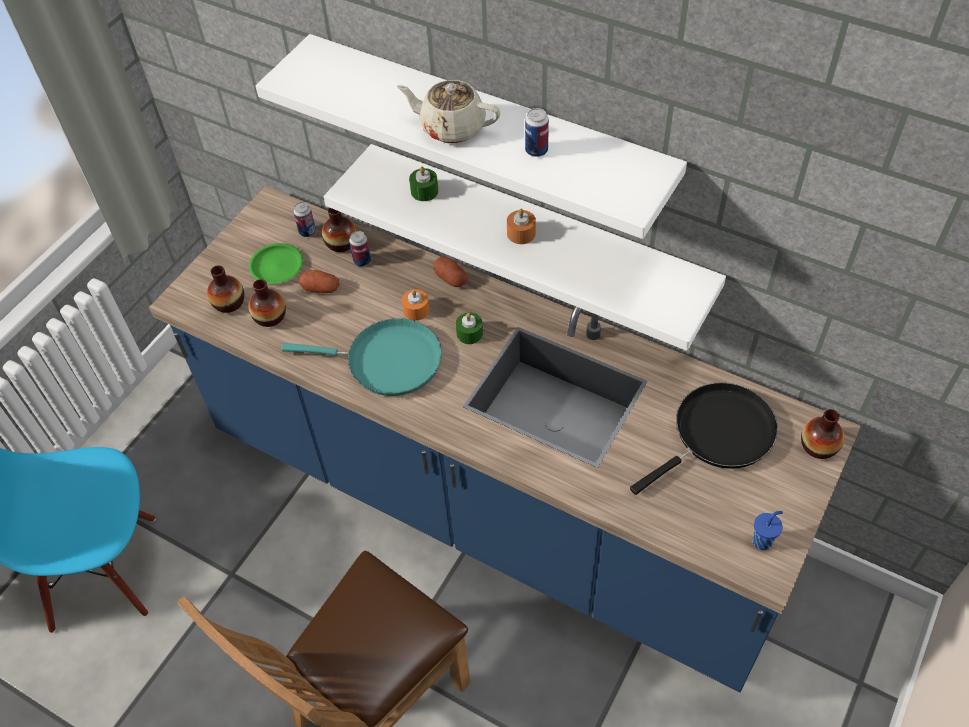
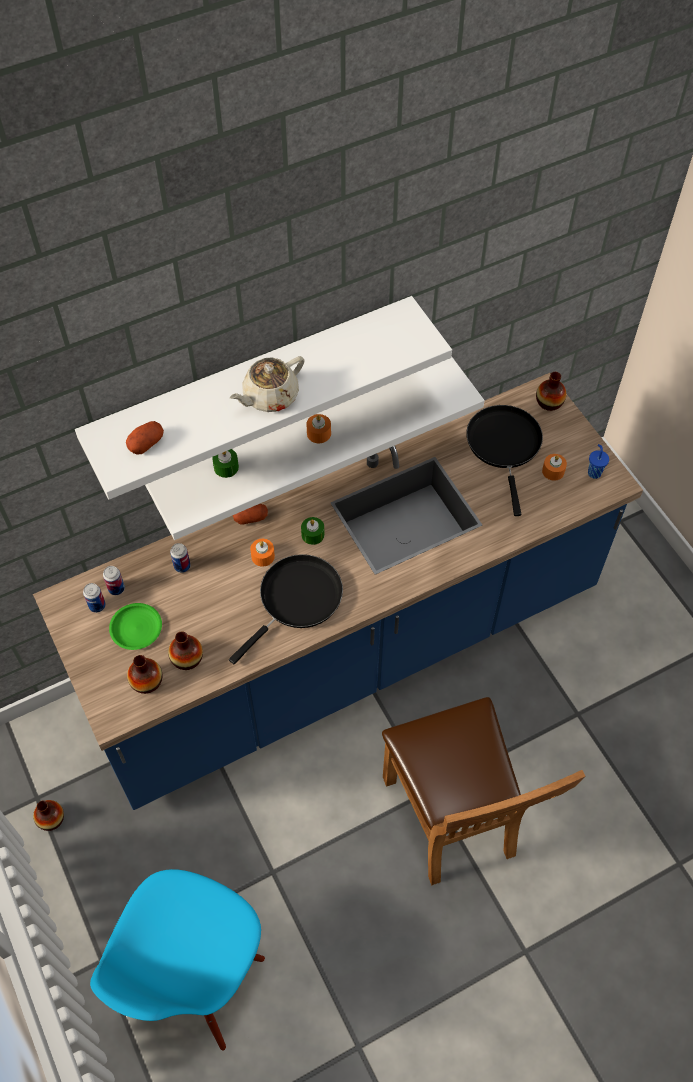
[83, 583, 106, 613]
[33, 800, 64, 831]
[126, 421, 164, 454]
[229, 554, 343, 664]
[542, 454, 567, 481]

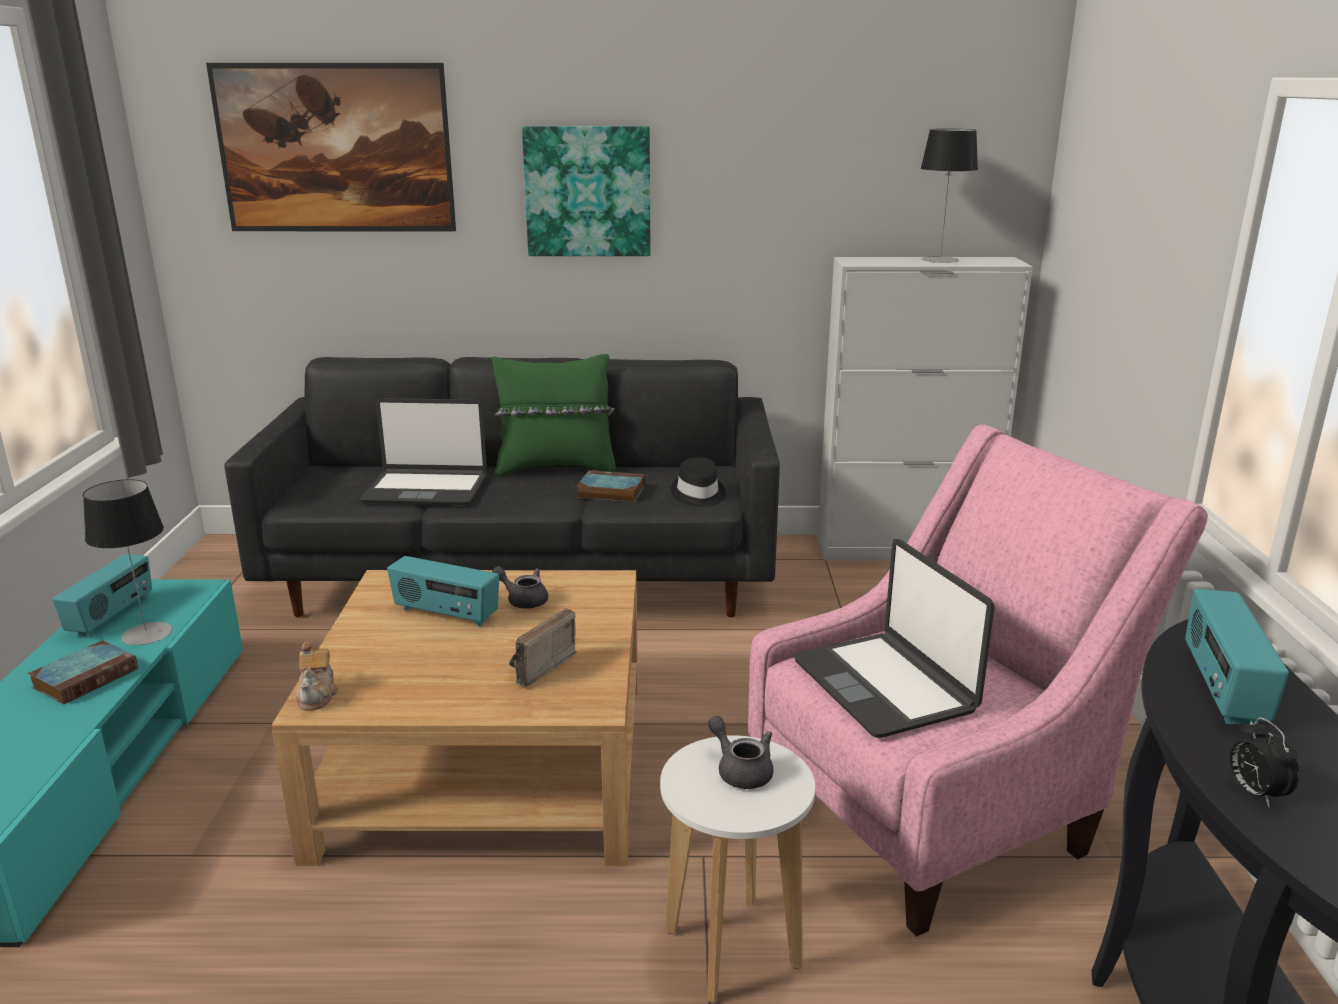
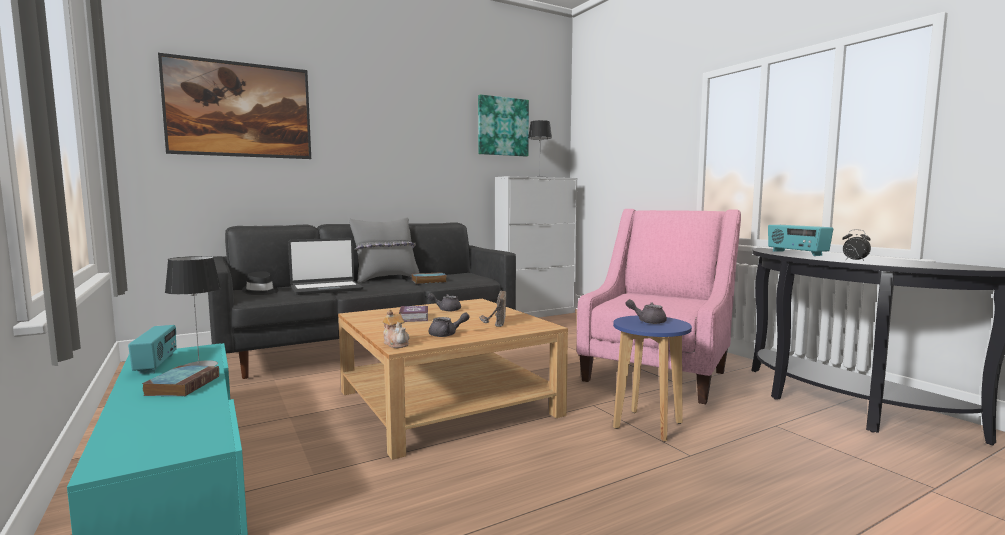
[478, 94, 529, 156]
[349, 218, 419, 283]
[242, 271, 279, 295]
[794, 539, 994, 738] (first image)
[399, 306, 428, 322]
[613, 315, 692, 442]
[429, 313, 470, 337]

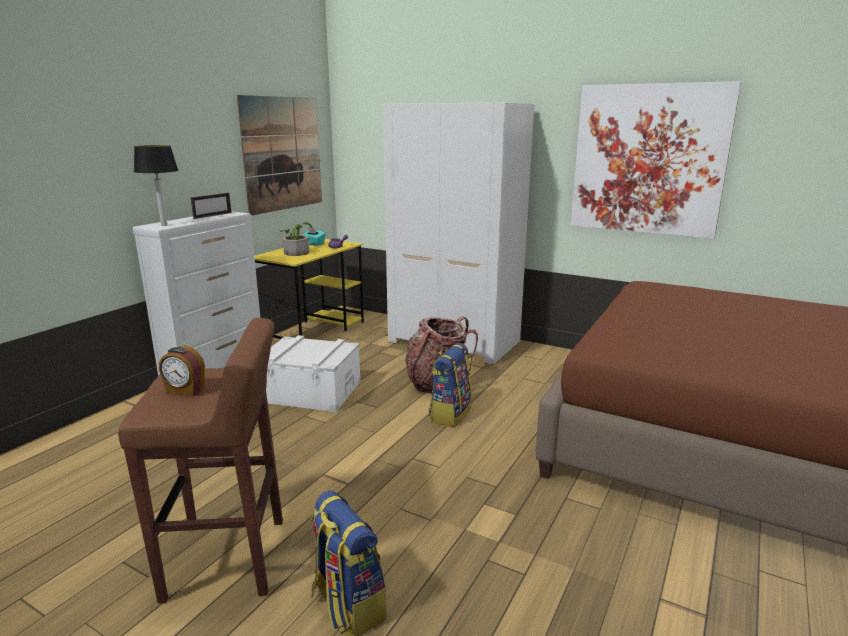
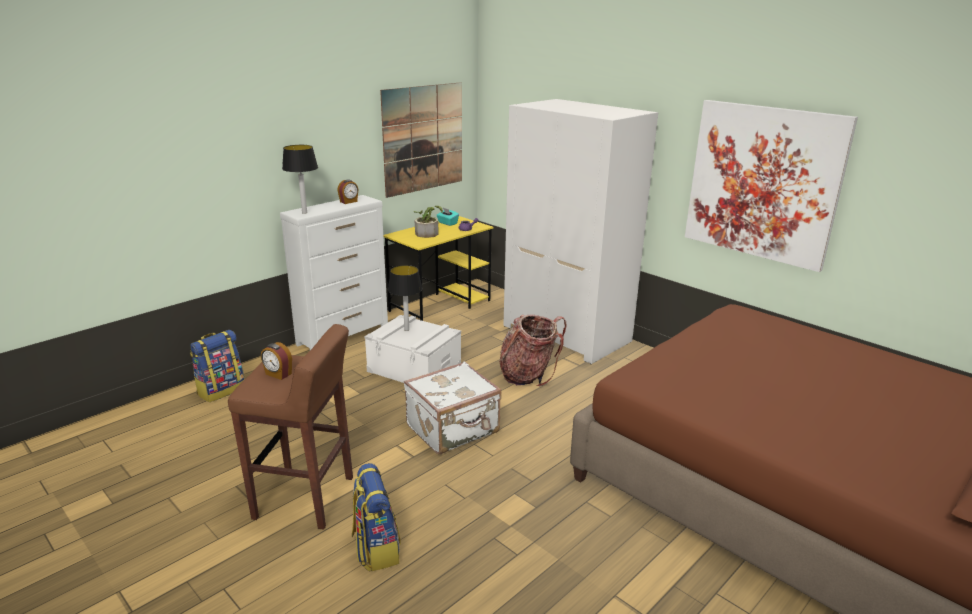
[337, 180, 359, 204]
[190, 330, 245, 402]
[388, 265, 423, 331]
[404, 362, 501, 454]

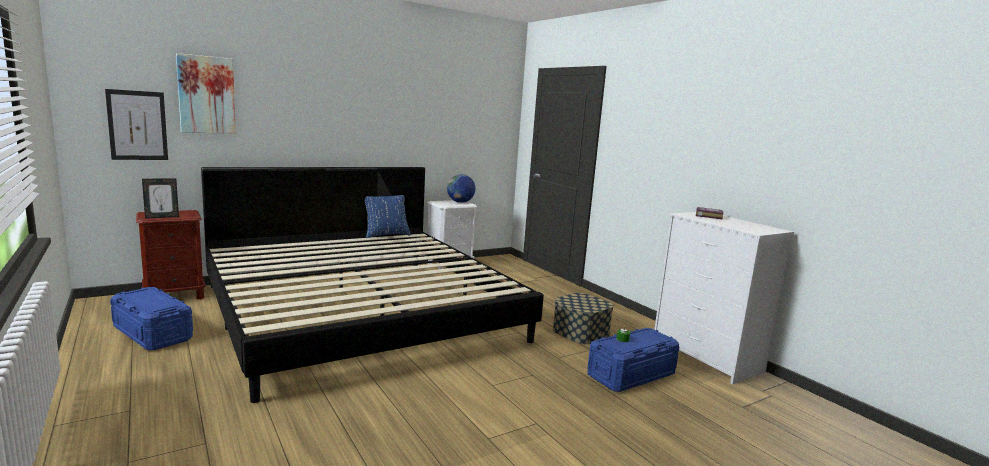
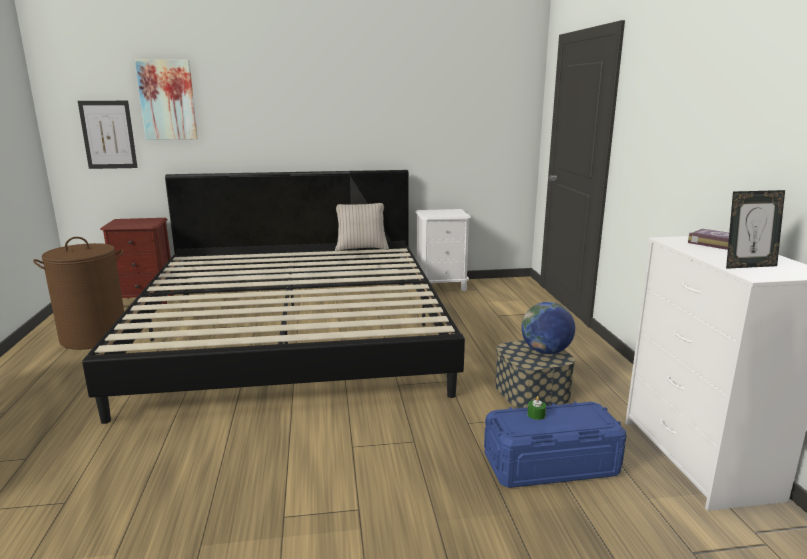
[521, 302, 575, 354]
[726, 190, 785, 269]
[335, 203, 389, 251]
[33, 237, 124, 350]

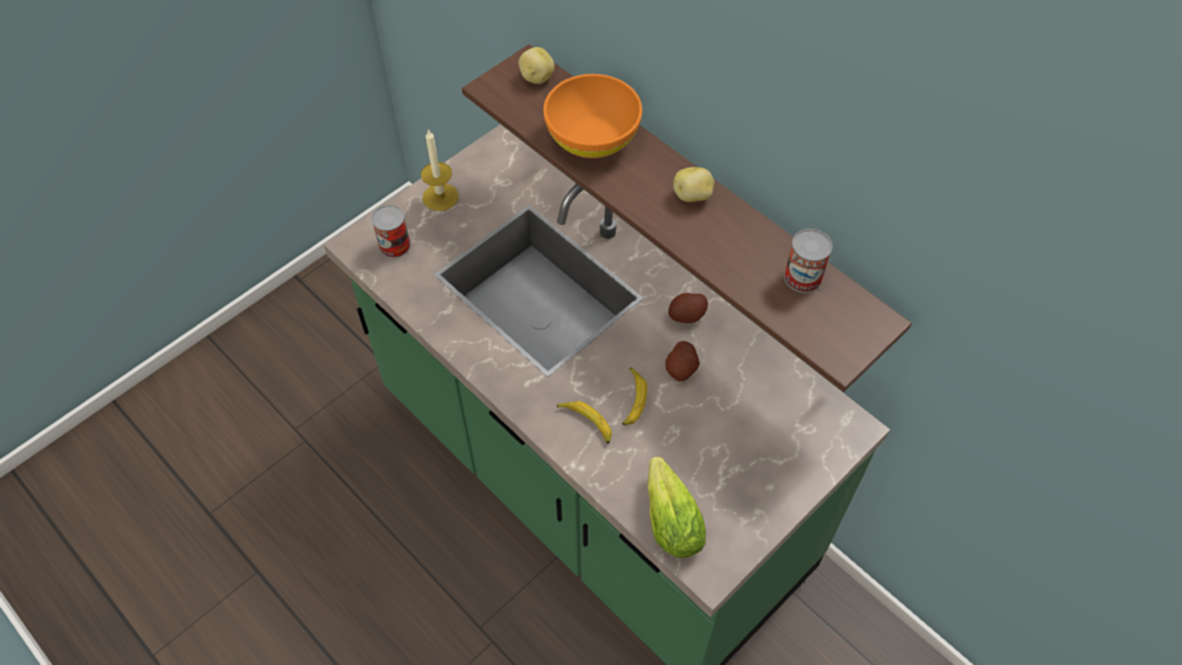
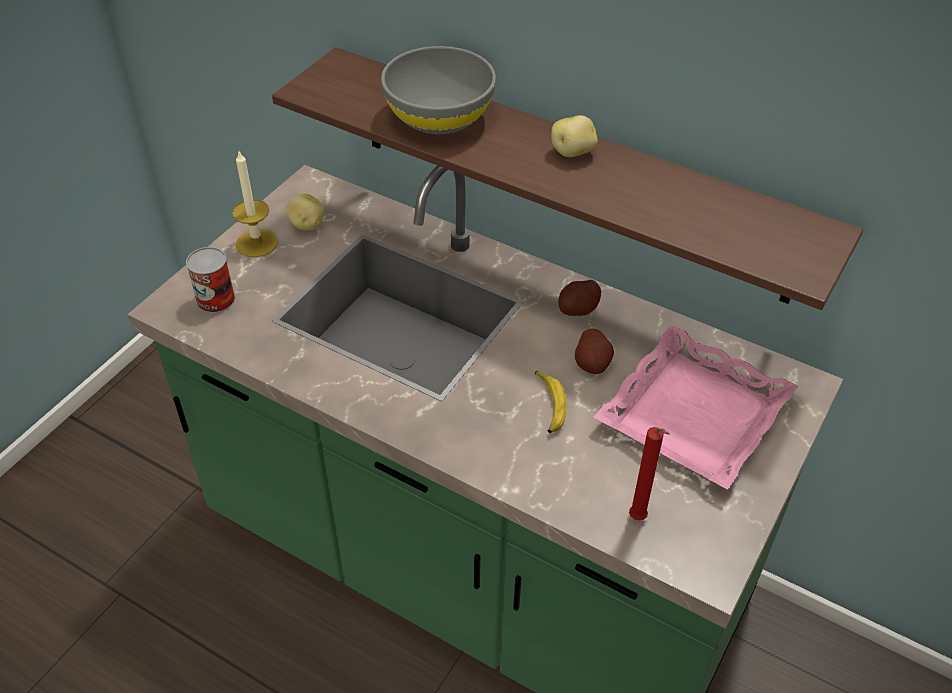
[285, 193, 324, 231]
[381, 46, 496, 134]
[784, 229, 832, 293] (first image)
[557, 401, 612, 443] (first image)
[629, 427, 670, 521]
[593, 325, 798, 490]

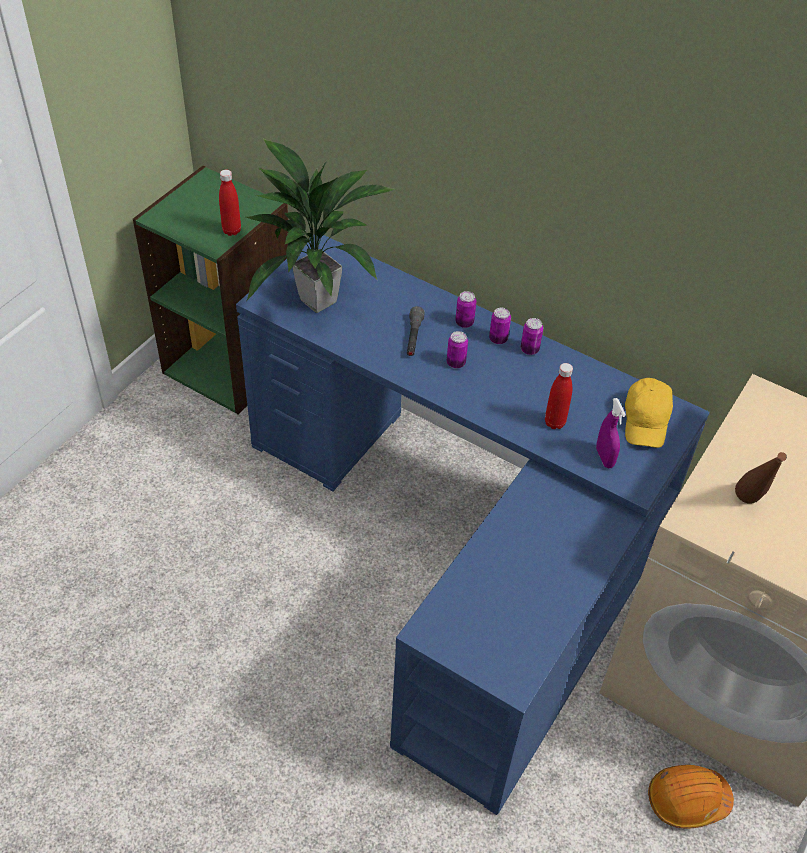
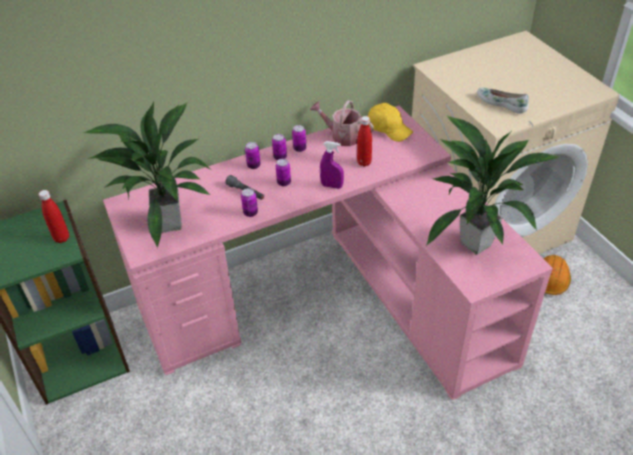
[103, 105, 553, 400]
[320, 141, 344, 189]
[477, 88, 529, 114]
[310, 100, 374, 146]
[426, 115, 561, 255]
[241, 188, 258, 217]

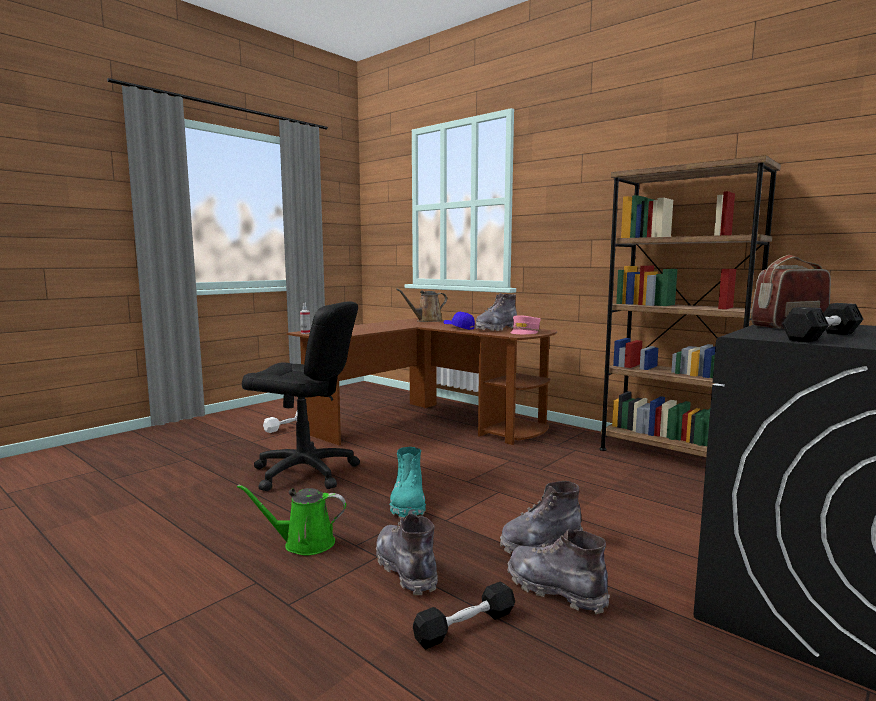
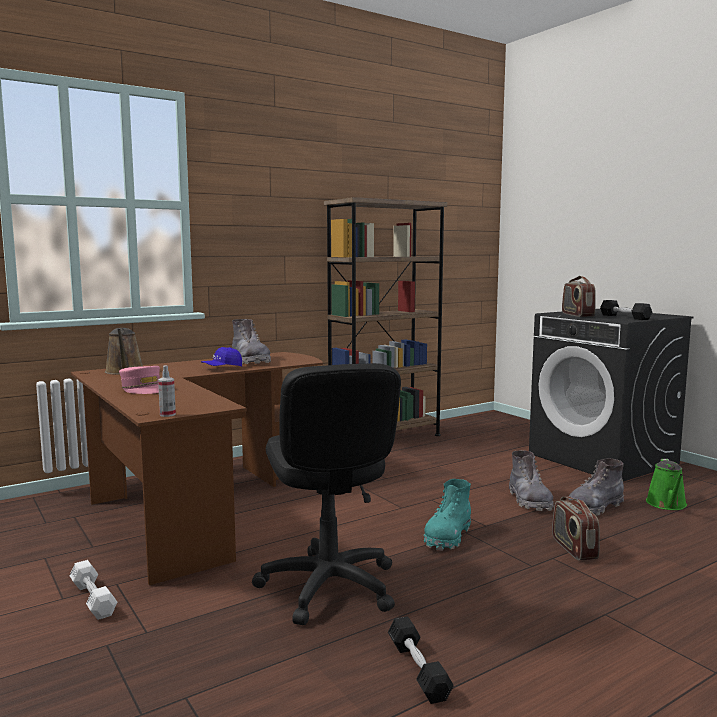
[252, 363, 401, 625]
[119, 366, 160, 394]
[423, 479, 471, 551]
[646, 459, 687, 510]
[552, 497, 600, 561]
[388, 616, 454, 704]

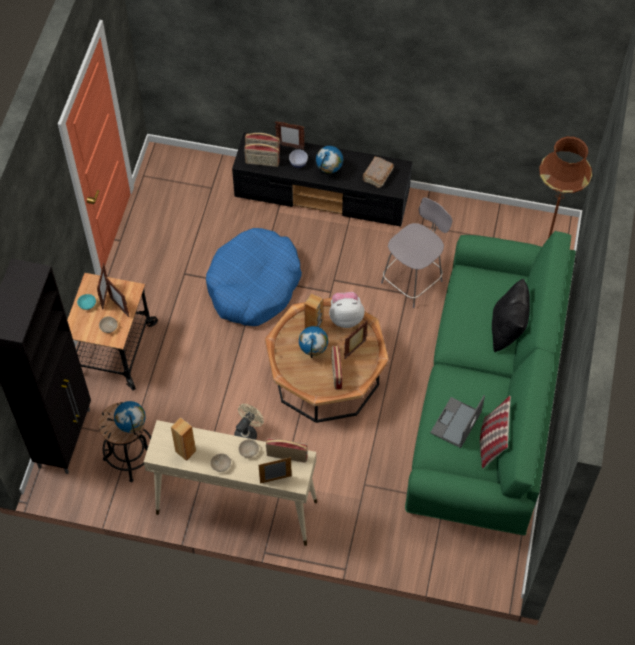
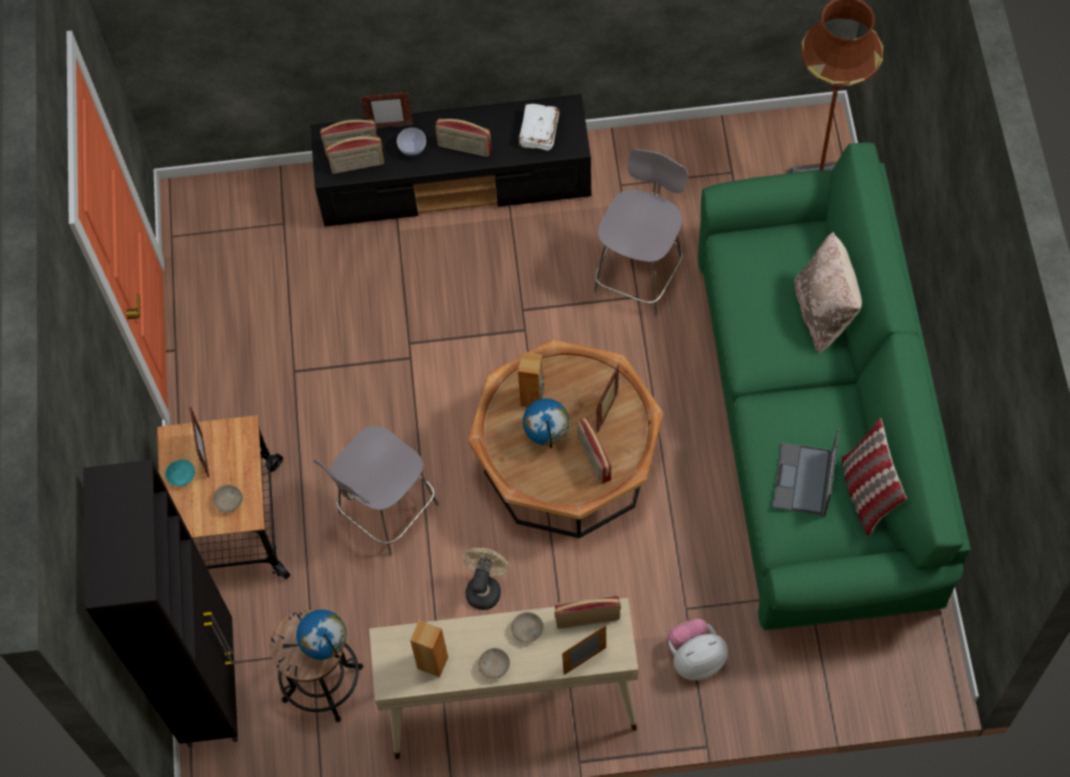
[435, 118, 492, 157]
[519, 104, 559, 151]
[206, 228, 302, 326] (first image)
[105, 277, 129, 317] (first image)
[794, 232, 862, 353]
[668, 619, 728, 680]
[314, 425, 439, 556]

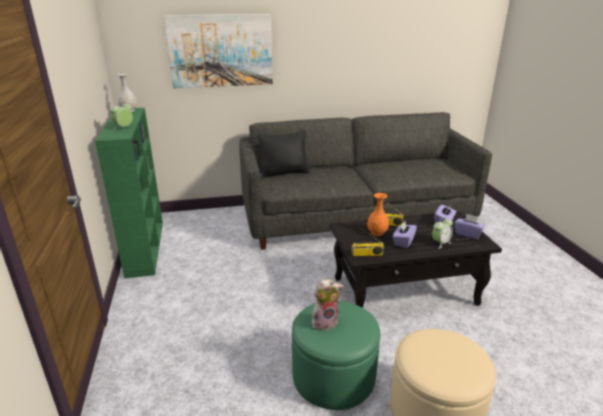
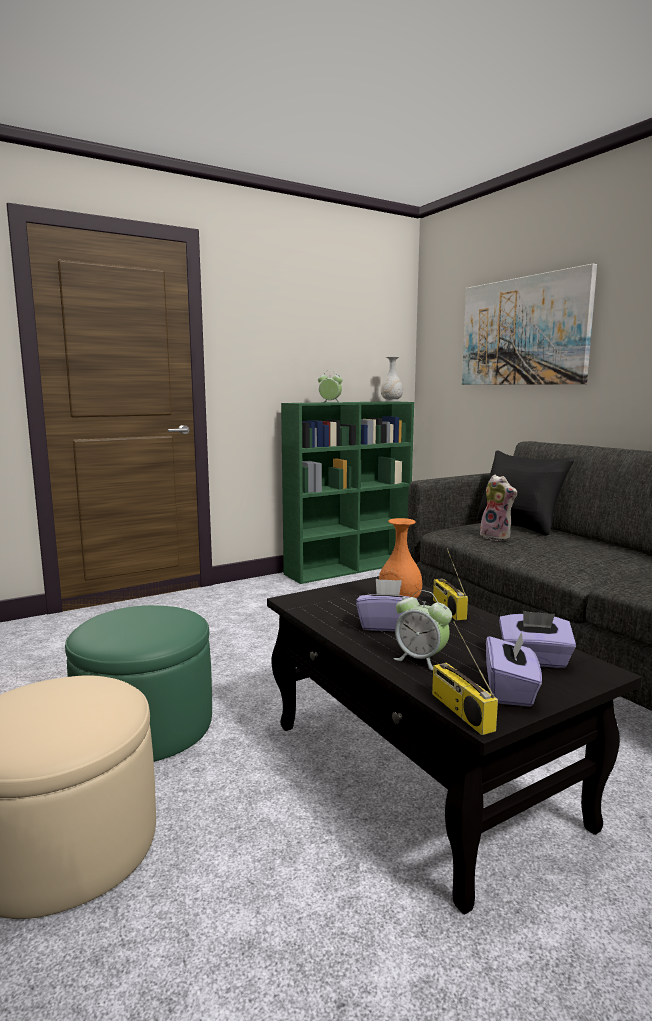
[432, 622, 498, 735]
[480, 475, 517, 541]

